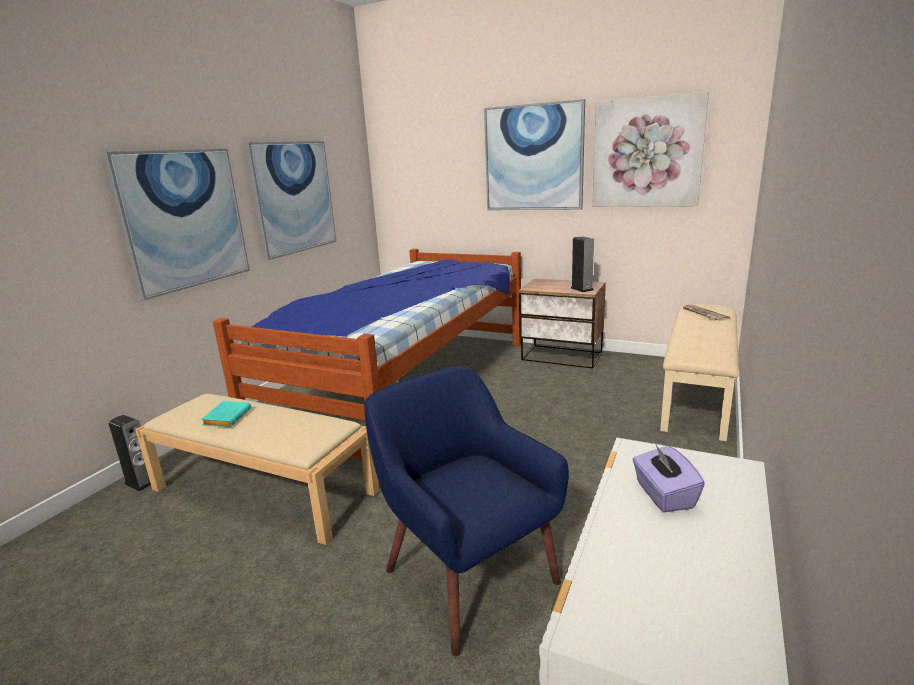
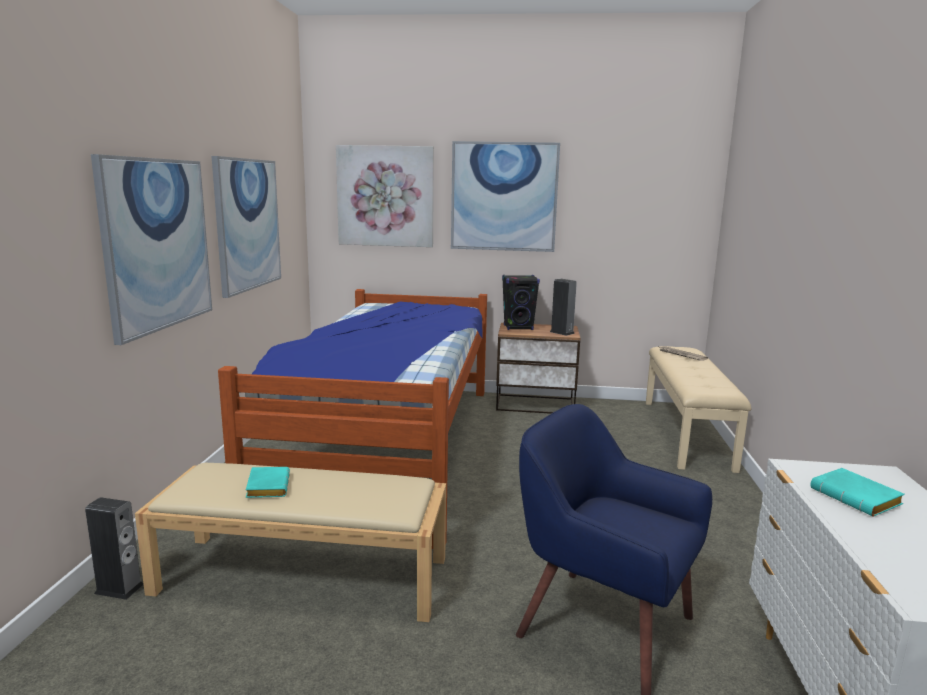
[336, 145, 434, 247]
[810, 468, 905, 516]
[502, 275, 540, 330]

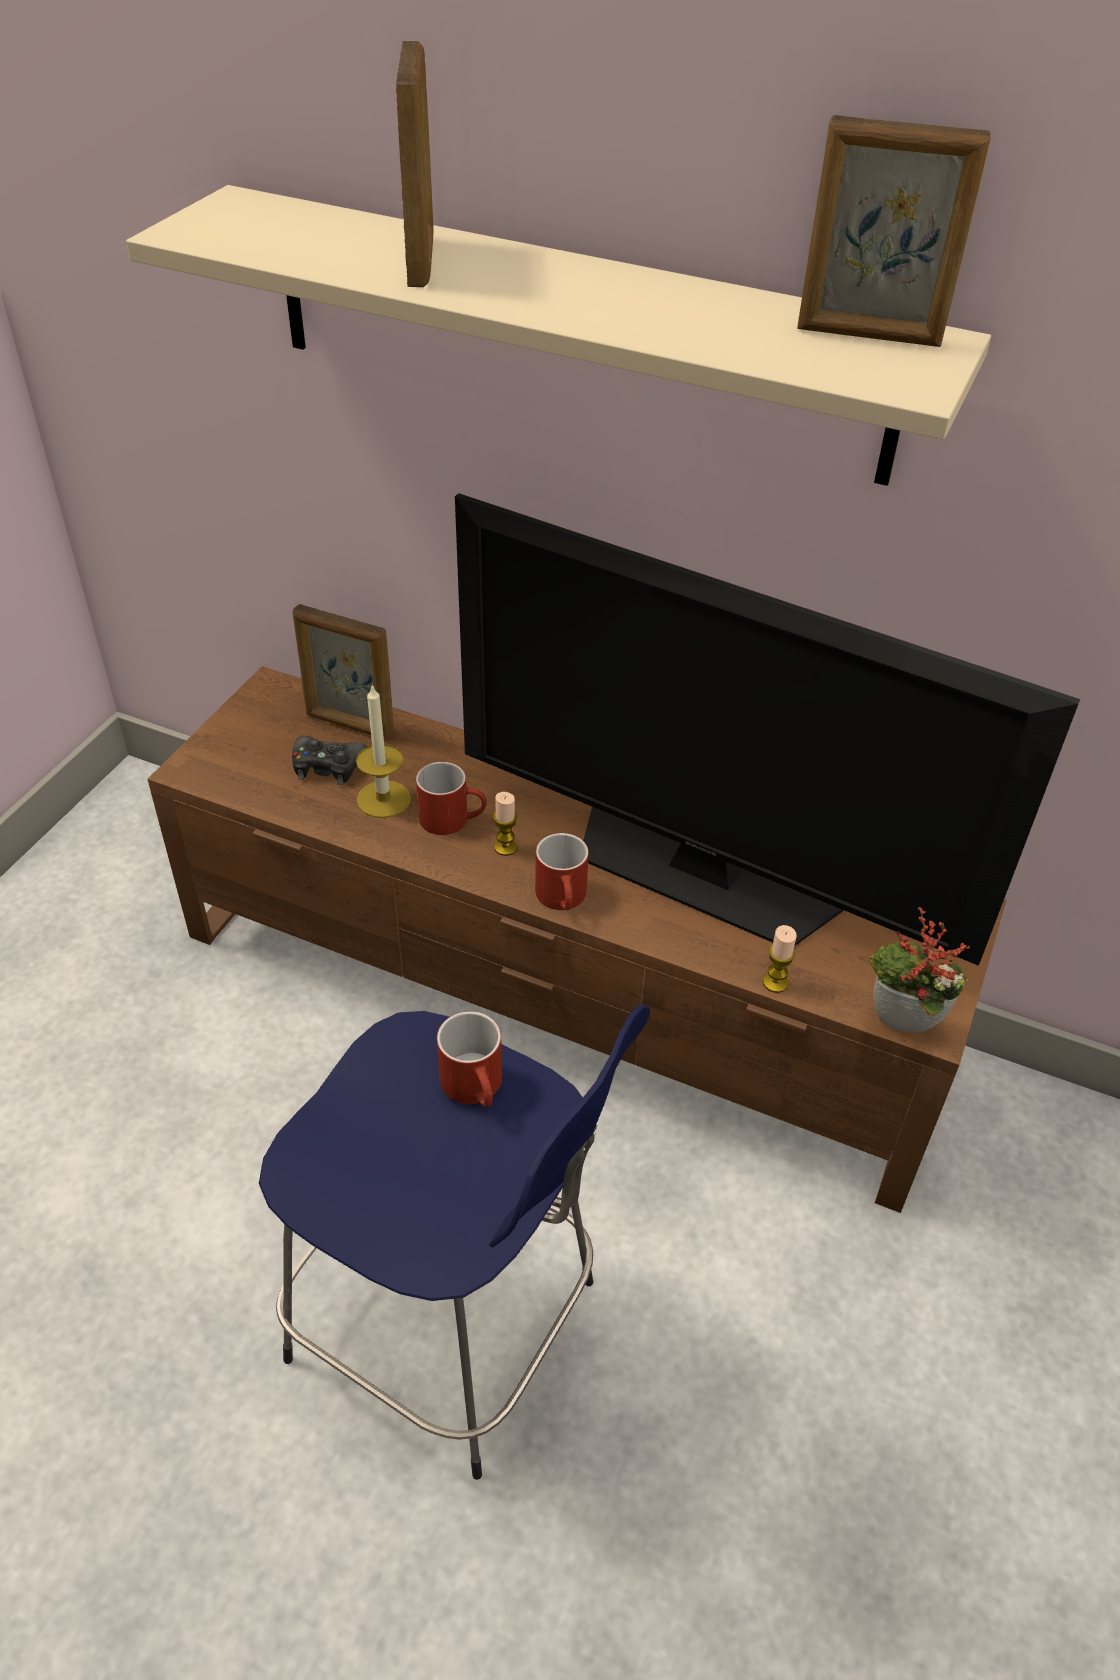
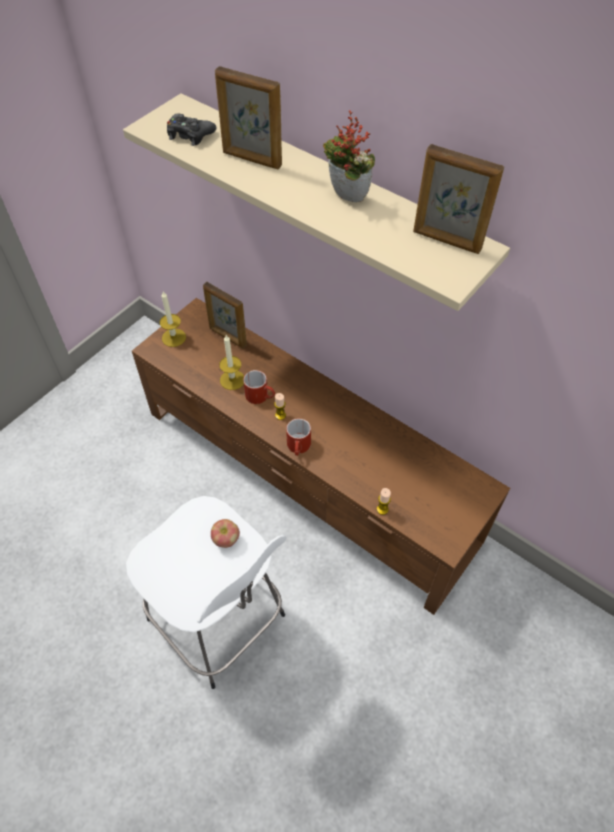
[215, 66, 282, 169]
[455, 493, 1080, 966] (first image)
[167, 113, 216, 146]
[323, 110, 375, 202]
[126, 496, 287, 689]
[211, 519, 240, 548]
[160, 291, 186, 347]

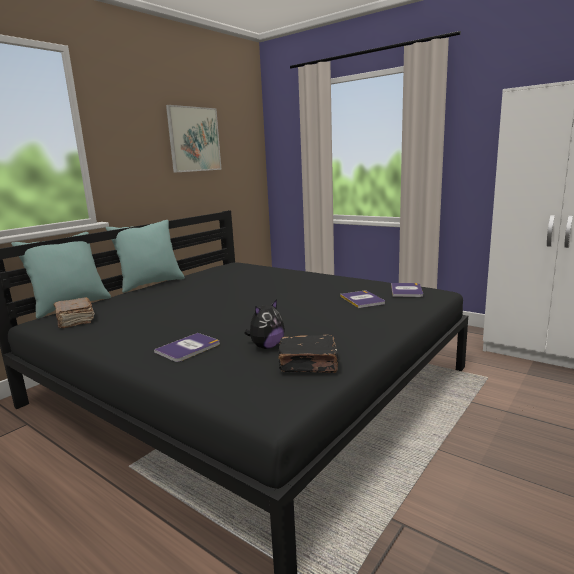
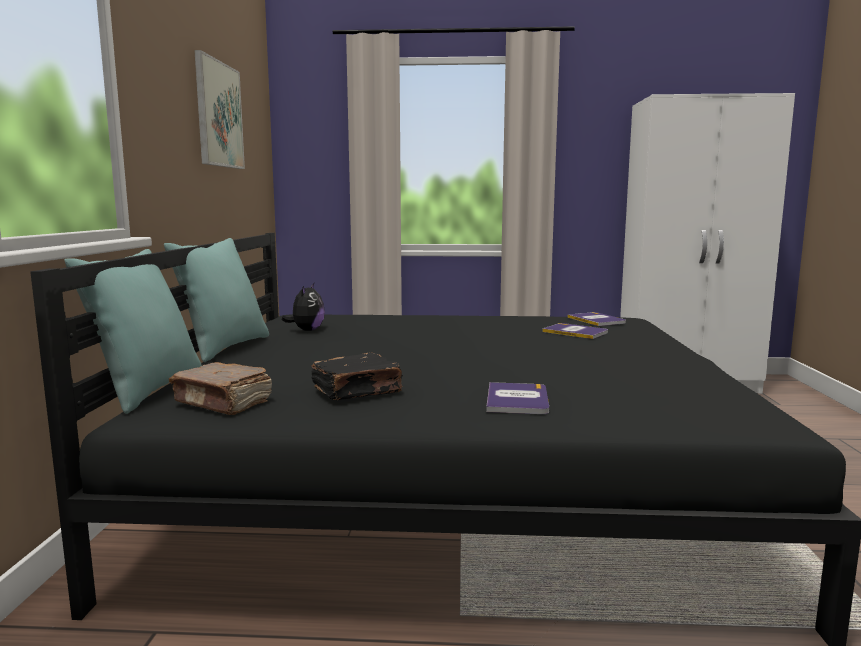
[282, 283, 325, 331]
[311, 353, 403, 400]

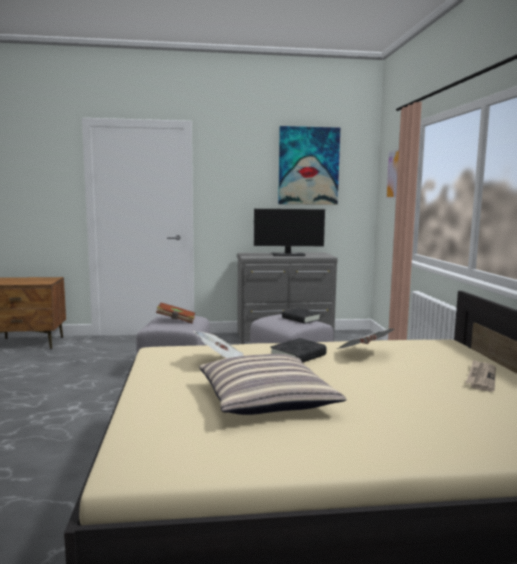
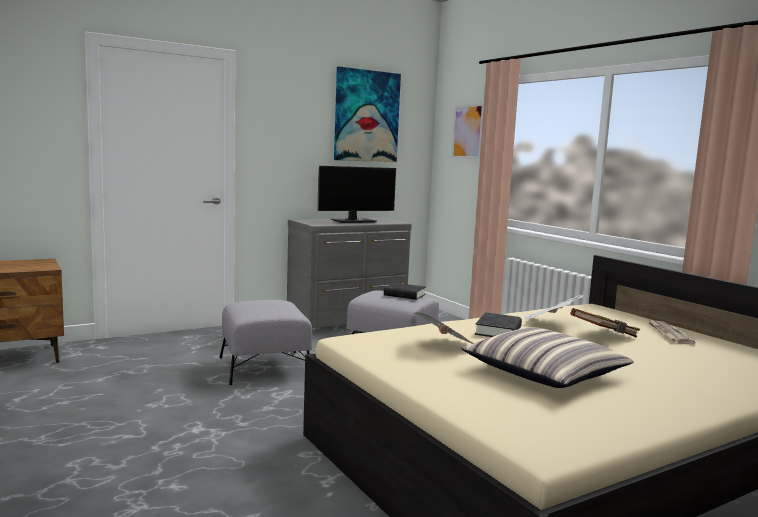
[570, 308, 640, 338]

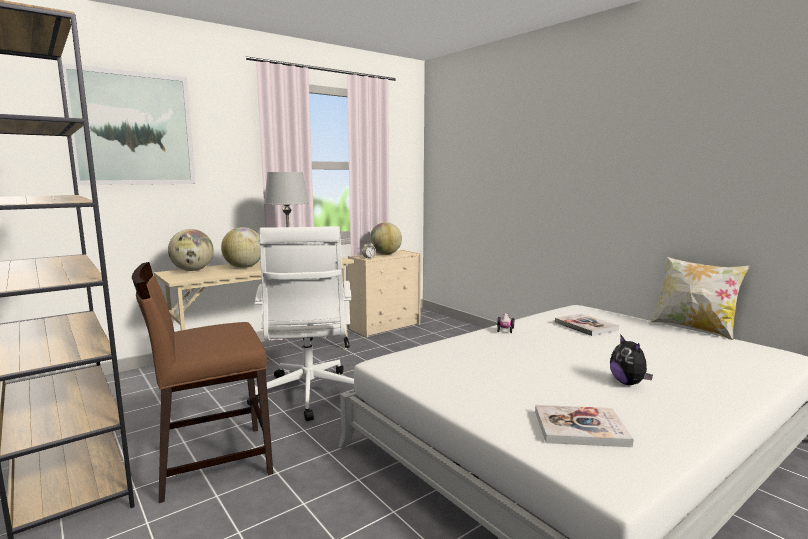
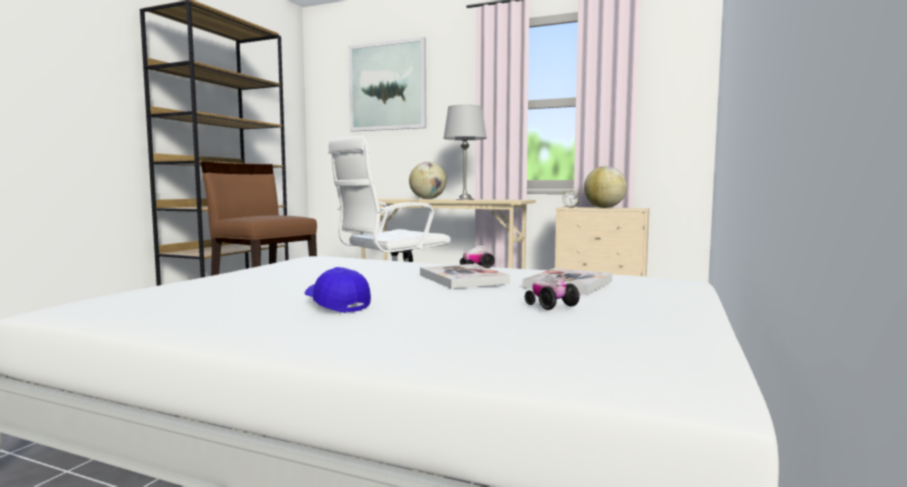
[168, 229, 214, 271] (first image)
[651, 257, 750, 340] (first image)
[305, 267, 371, 313]
[420, 264, 510, 289]
[525, 274, 580, 310]

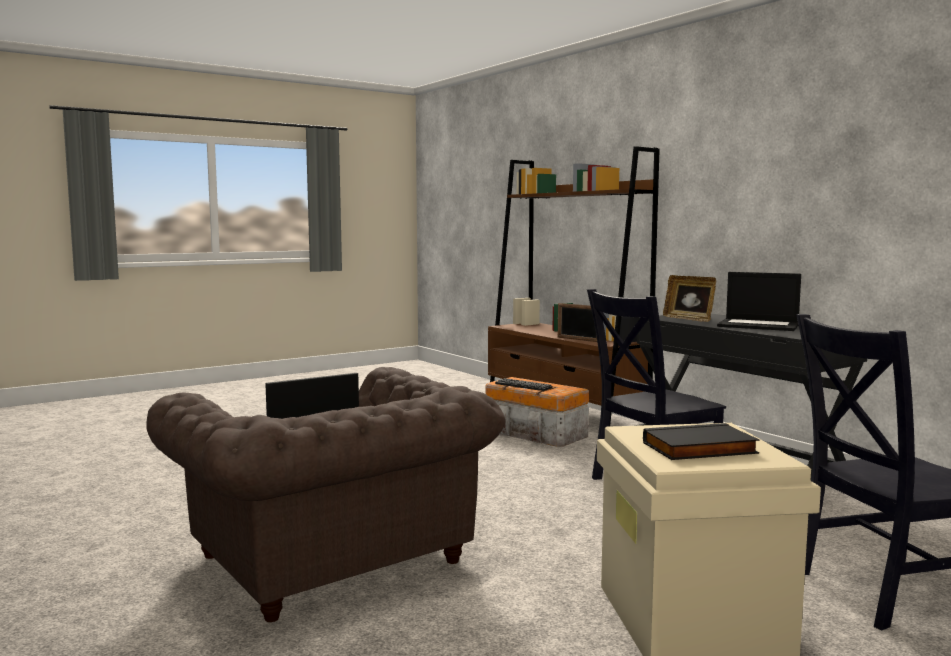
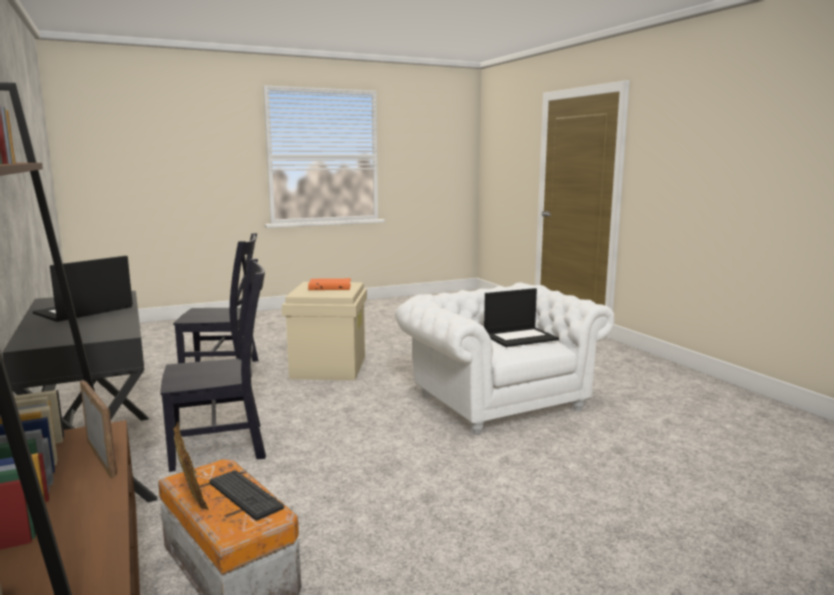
[33, 256, 133, 322]
[173, 421, 209, 510]
[395, 282, 614, 434]
[308, 278, 351, 290]

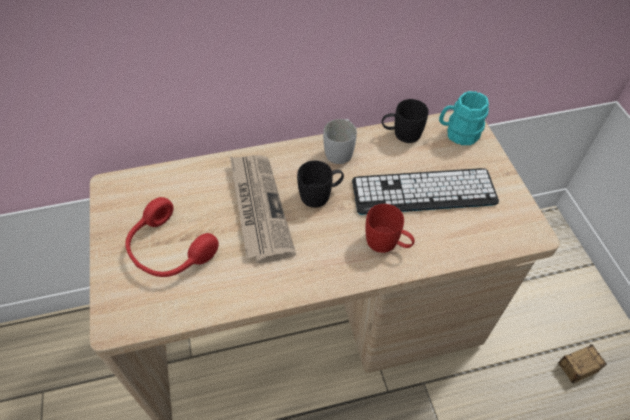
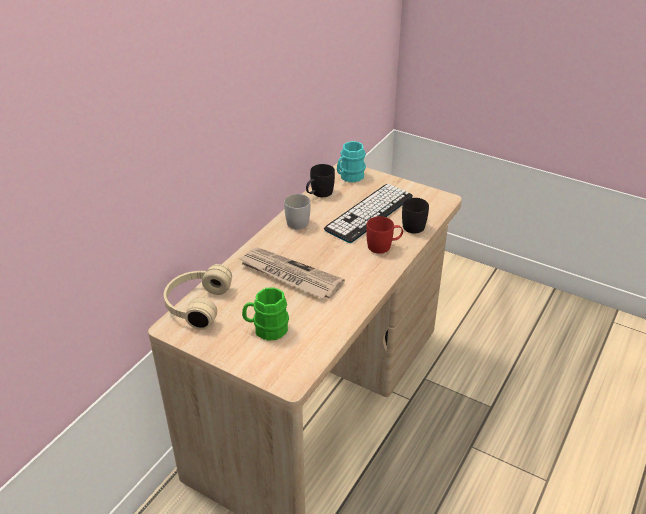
[402, 198, 429, 234]
[242, 287, 289, 341]
[554, 344, 607, 383] (first image)
[164, 264, 232, 330]

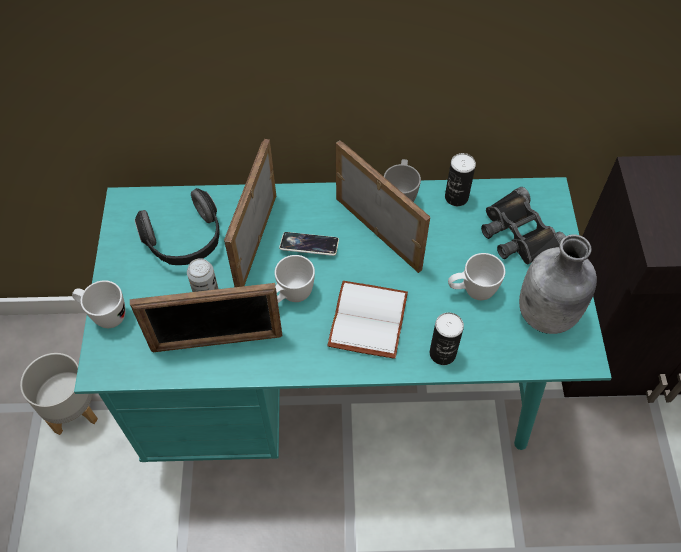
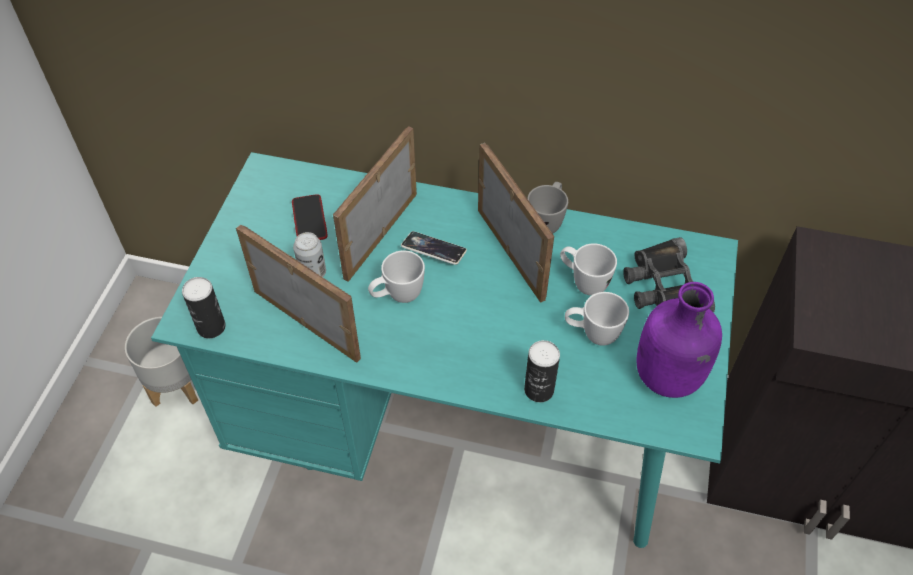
[182, 277, 226, 338]
[292, 194, 328, 240]
[636, 282, 722, 398]
[560, 243, 617, 296]
[327, 281, 408, 359] (first image)
[236, 225, 361, 363]

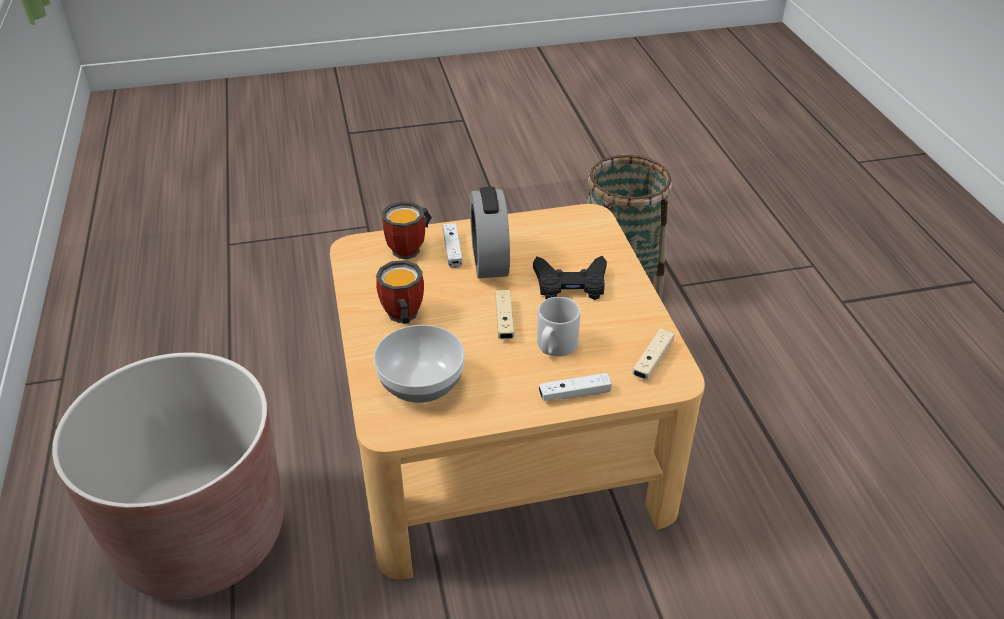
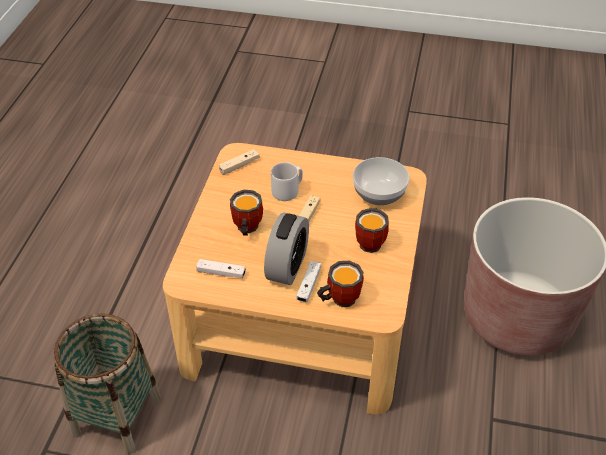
[230, 190, 263, 236]
[196, 259, 246, 278]

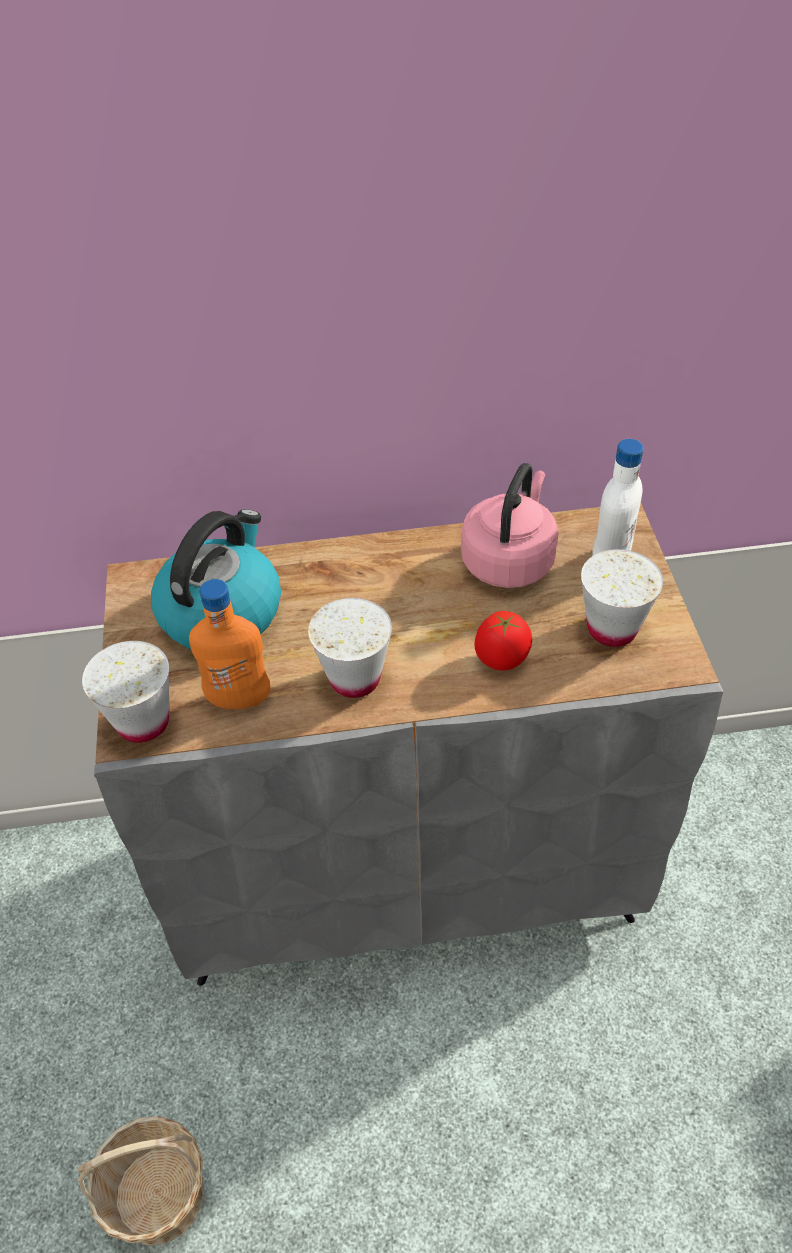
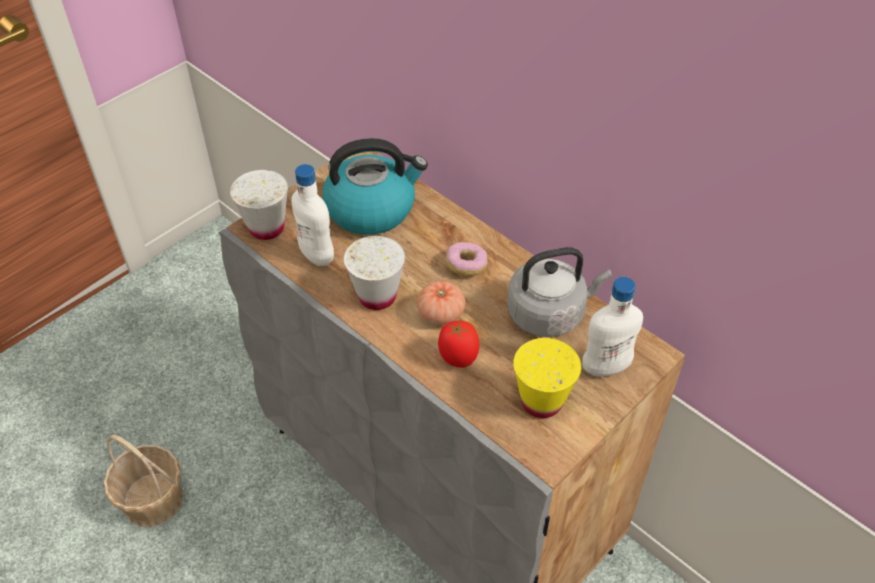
[507, 247, 612, 337]
[513, 338, 581, 418]
[291, 164, 334, 266]
[446, 242, 488, 276]
[417, 281, 466, 325]

